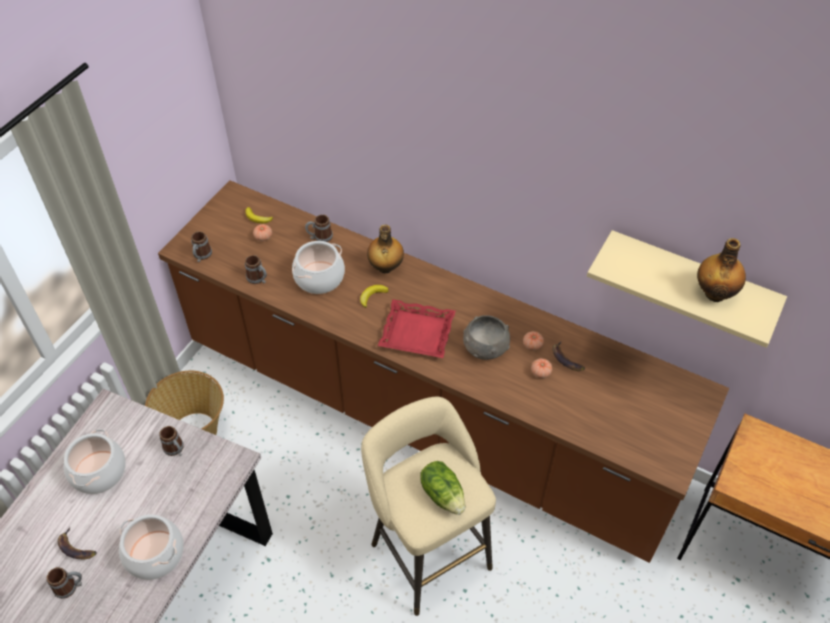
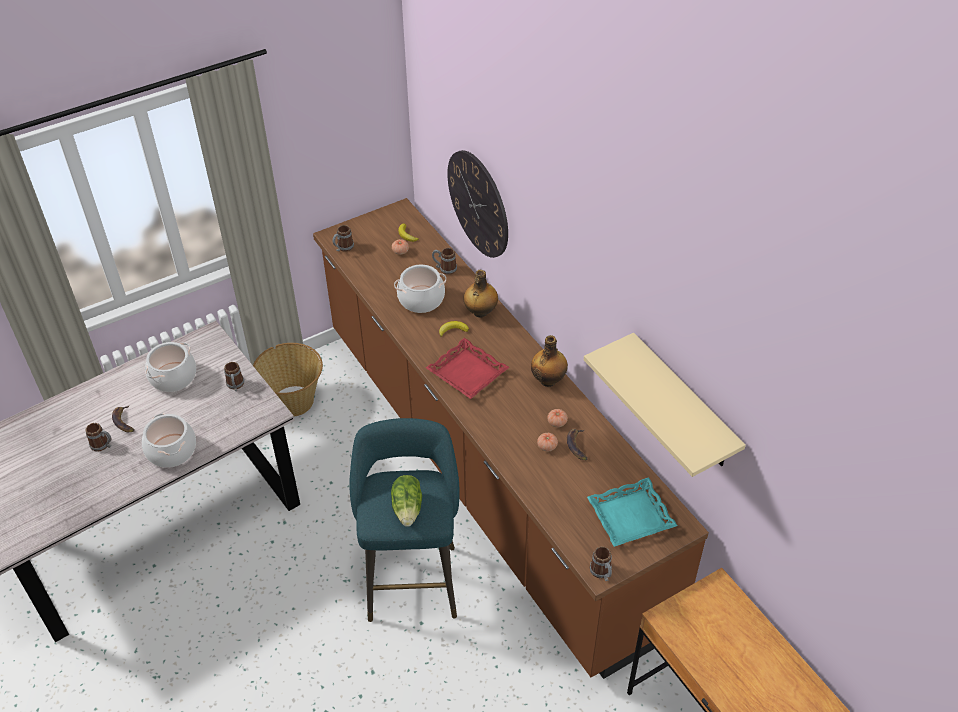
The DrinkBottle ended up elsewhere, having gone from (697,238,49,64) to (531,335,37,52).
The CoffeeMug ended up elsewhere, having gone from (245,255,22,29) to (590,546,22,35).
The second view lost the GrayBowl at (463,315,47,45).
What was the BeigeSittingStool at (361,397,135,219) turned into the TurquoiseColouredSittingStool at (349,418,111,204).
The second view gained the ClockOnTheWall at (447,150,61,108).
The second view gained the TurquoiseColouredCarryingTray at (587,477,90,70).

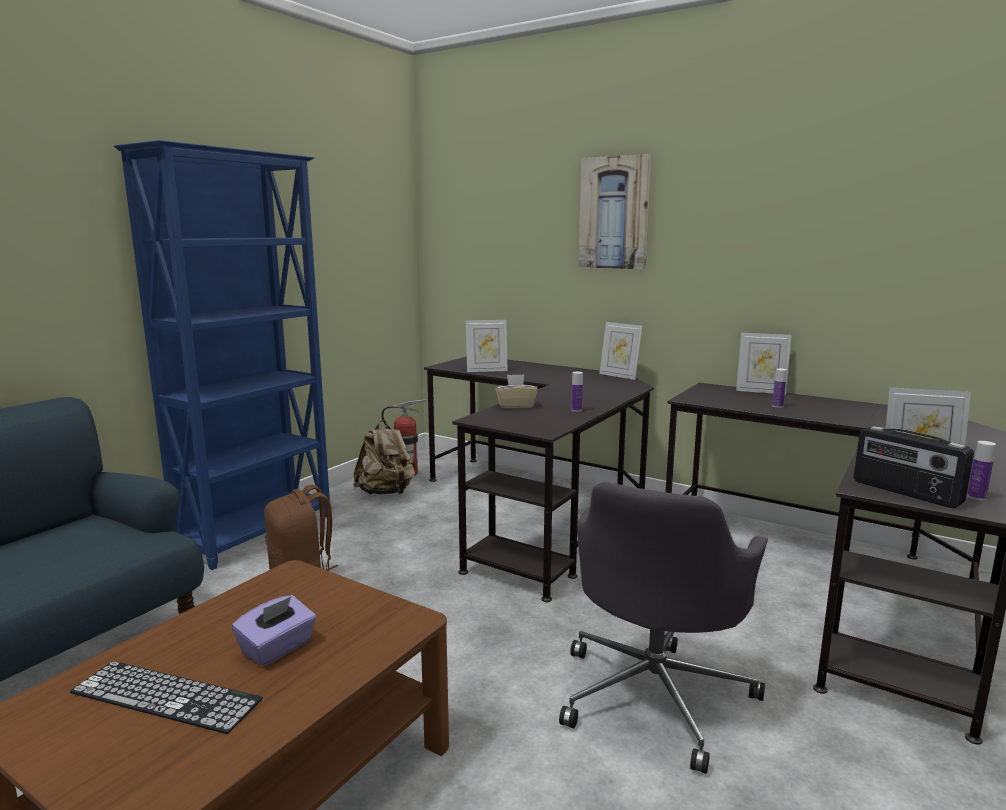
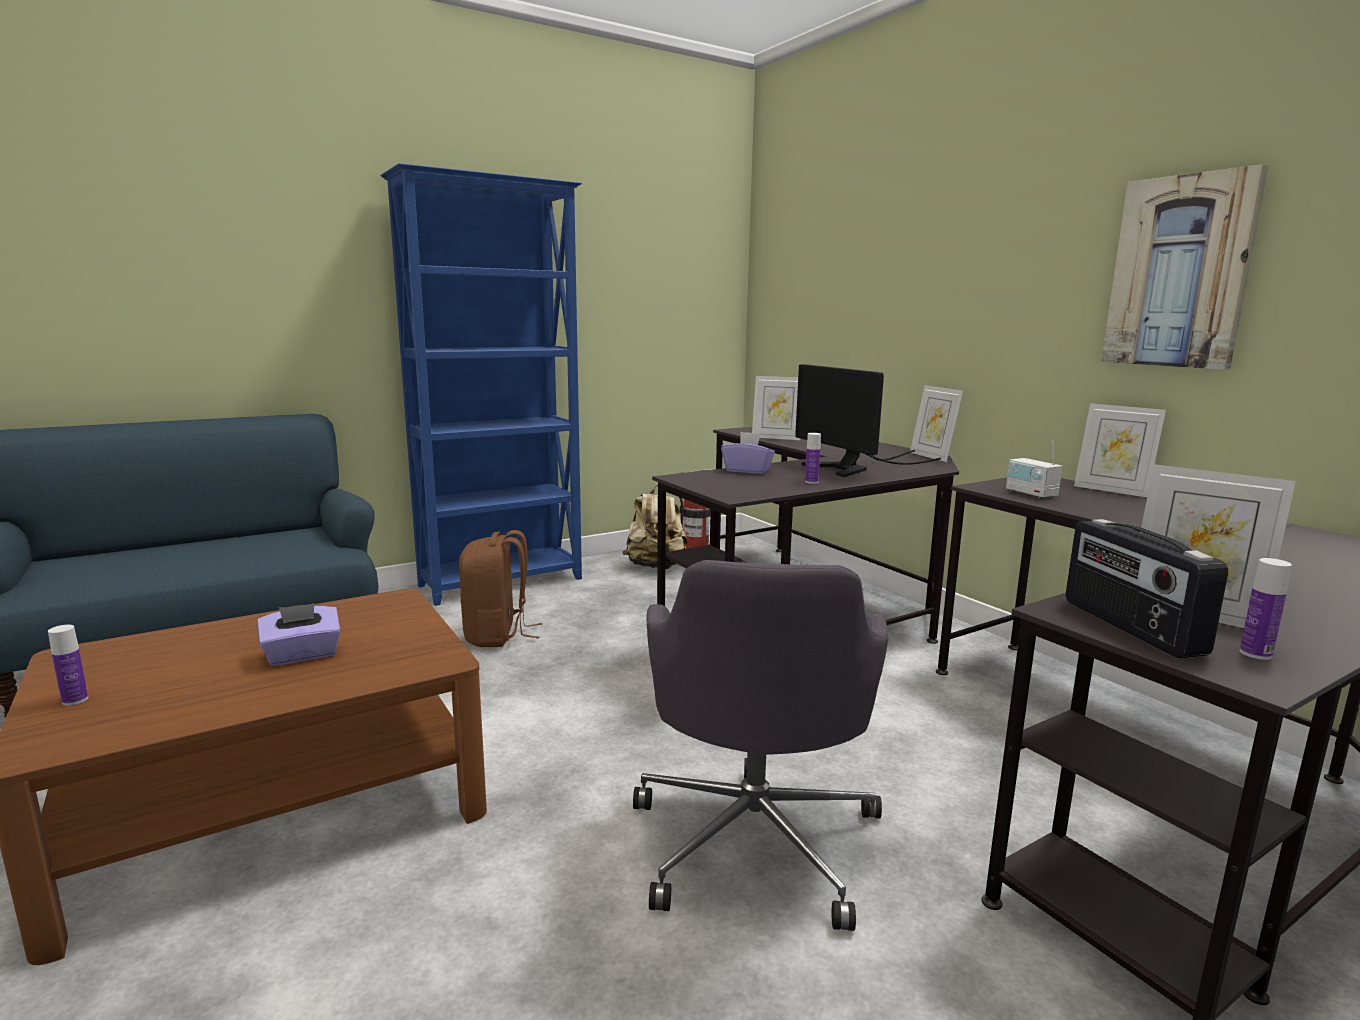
The Picture ended up elsewhere, having gone from (578,154,74,115) to (1101,164,167,206).
The DrinkBottle ended up elsewhere, having gone from (772,368,15,40) to (48,625,40,80).
What was the BeigeBoxOfTissues at (495,374,43,34) turned into the PurplishBoxOfTissues at (721,432,54,42).
The GrayDeskChair at (559,482,209,292) ended up facing another way, 45 degrees counterclockwise from before.
The second view lost the PcKeyboard at (70,661,193,73).
The second view gained the Monitor at (795,364,146,113).
The second view gained the Radio at (1006,439,57,60).

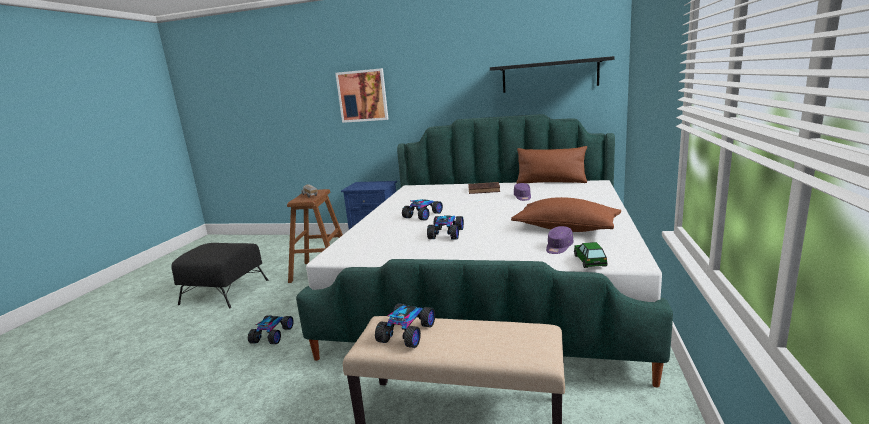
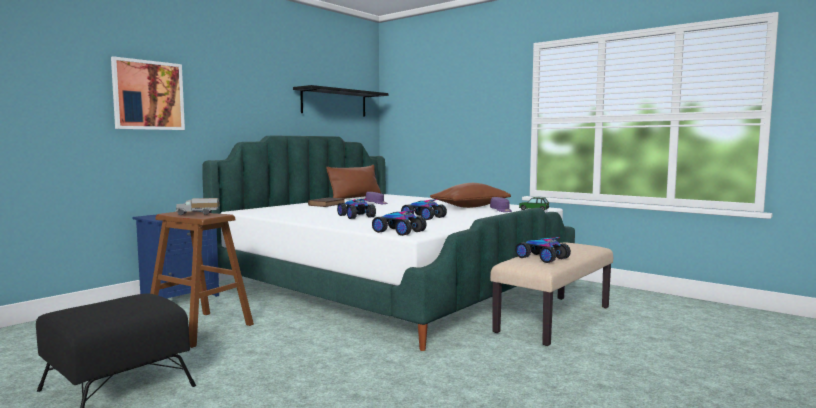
The MiniatureCar ended up elsewhere, having gone from (248,315,46,29) to (372,210,55,26).

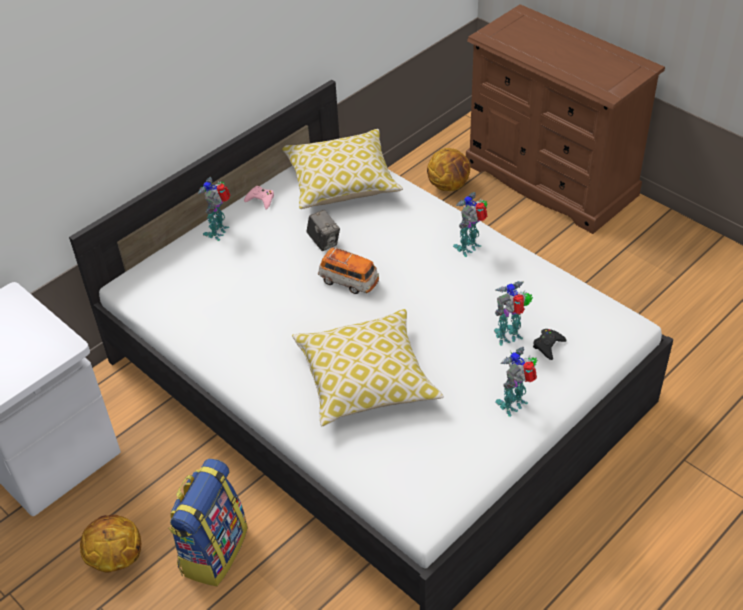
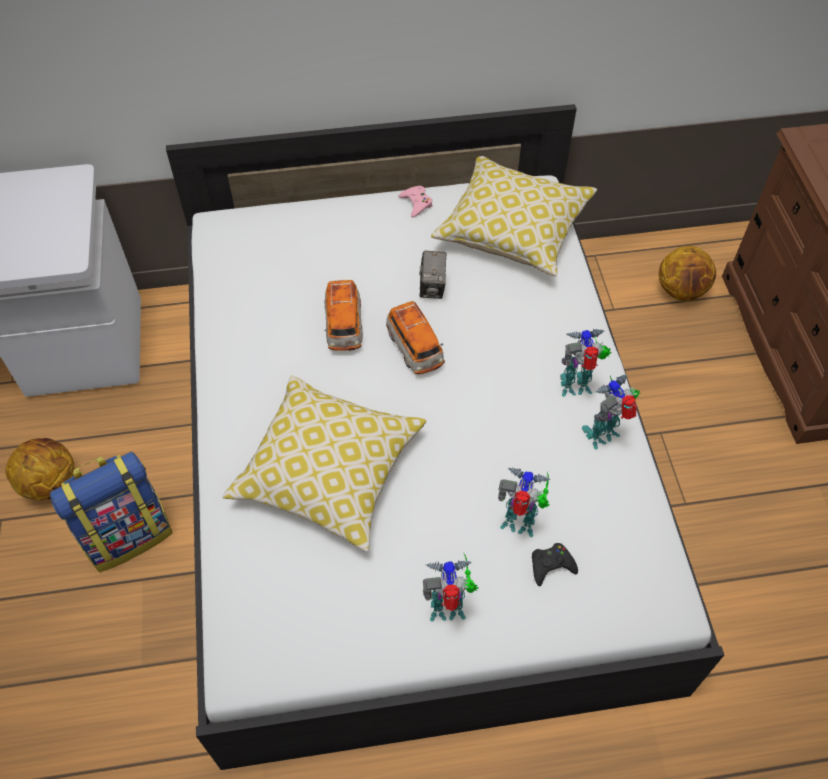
The ToyRobot ended up elsewhere, having gone from (198,177,33,64) to (582,374,58,76).
The second view gained the MiniatureCar at (324,280,39,71).

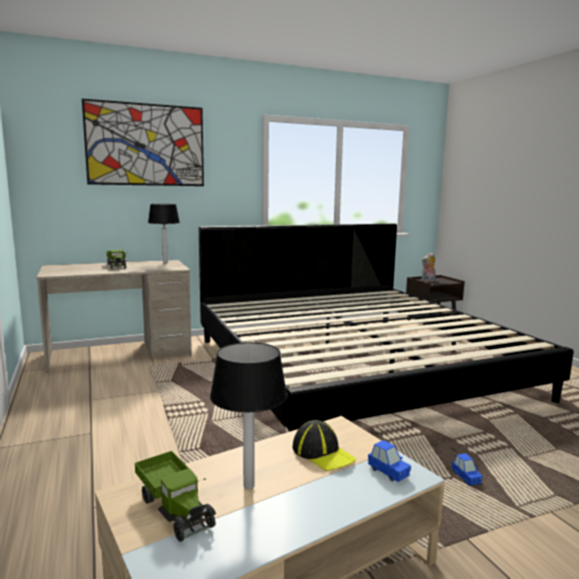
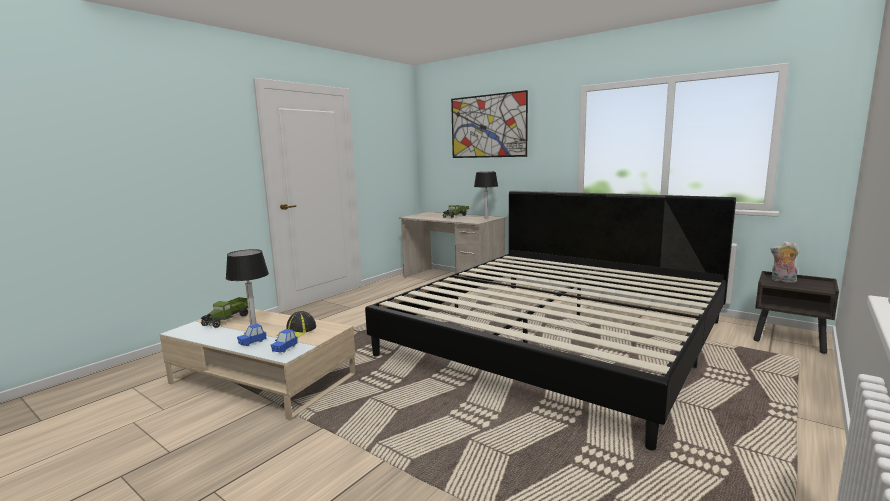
The BlueColouredMiniatureCar ended up elsewhere, having gone from (452,453,31,32) to (237,324,29,22).

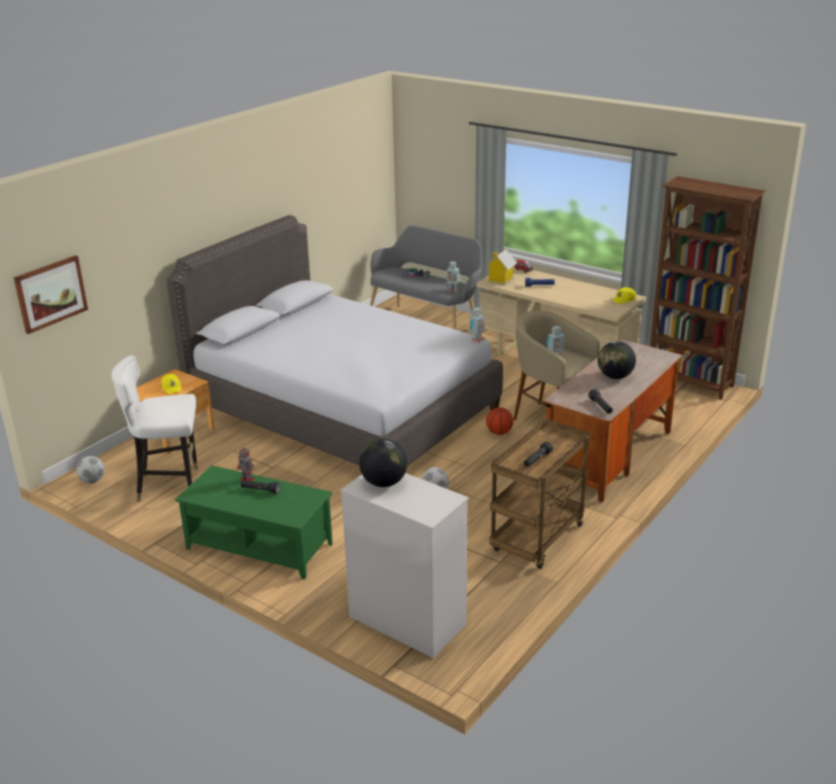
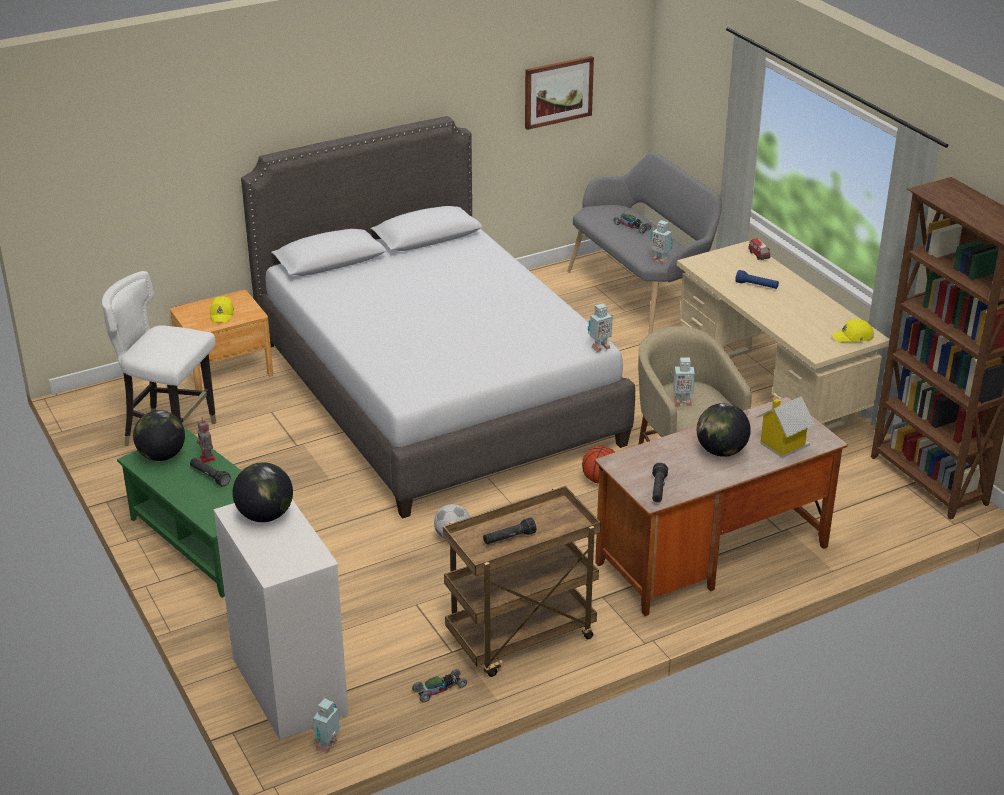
The ToyHouse ended up elsewhere, having gone from (485,249,32,36) to (757,396,58,62).
The Picture ended up elsewhere, having gone from (14,255,74,79) to (525,56,69,74).
The second view lost the BallForFootball at (76,456,29,27).
The second view gained the DeskGlobe at (133,410,52,51).
The second view gained the MiniatureCar at (412,669,55,34).
The second view gained the ToyRobot at (313,698,27,56).

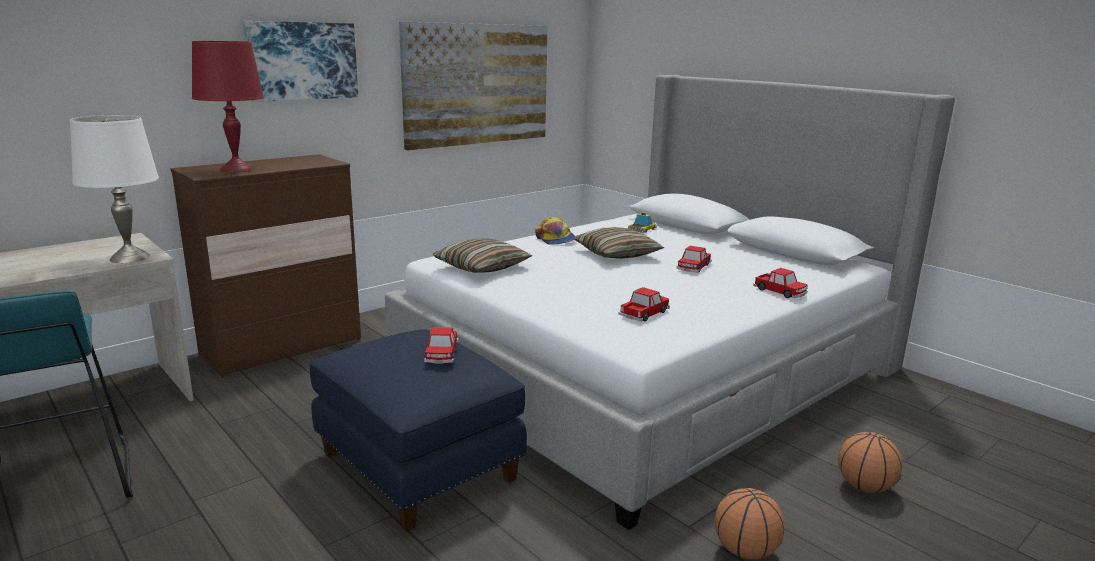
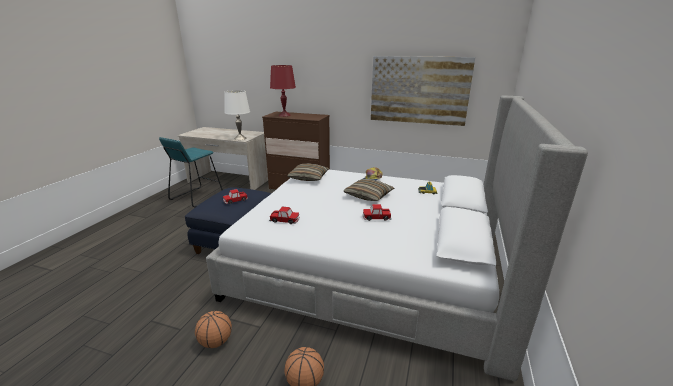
The second view lost the Picture at (243,21,115,81).
The second view lost the MiniatureCar at (753,268,55,30).

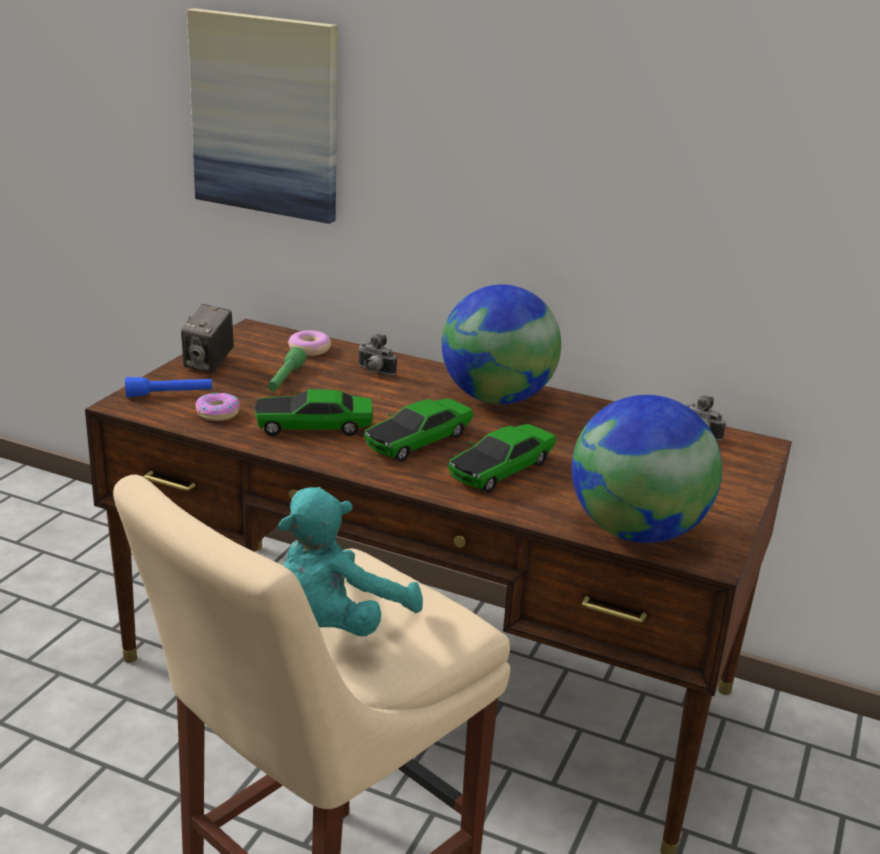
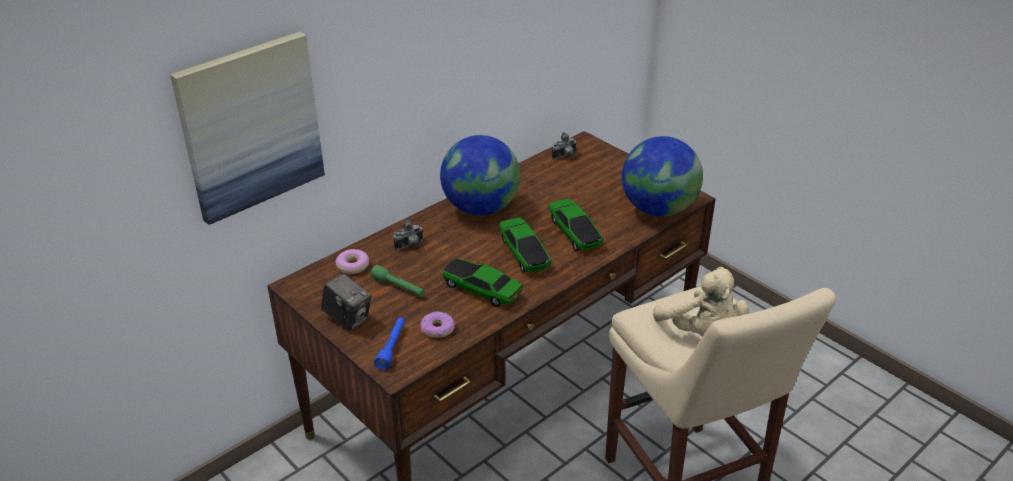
The MiniatureCar at (255,389,118,47) ended up facing another way, 105 degrees clockwise from before.
What was the TurquoiseColouredPlushToy at (278,487,145,149) turned into the BeigePlushToy at (653,267,96,70).

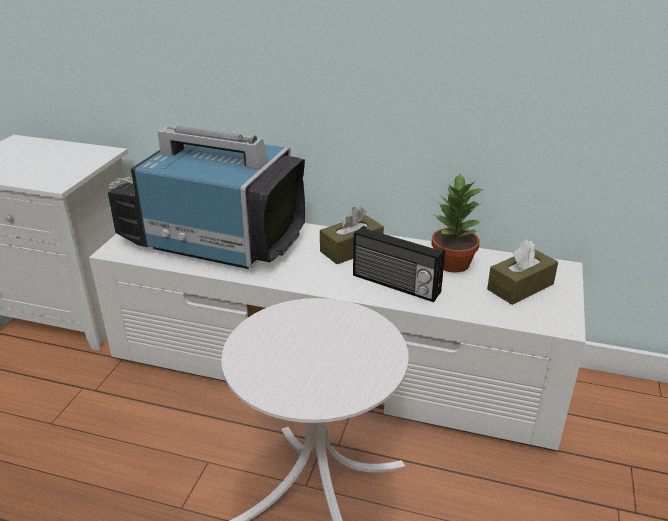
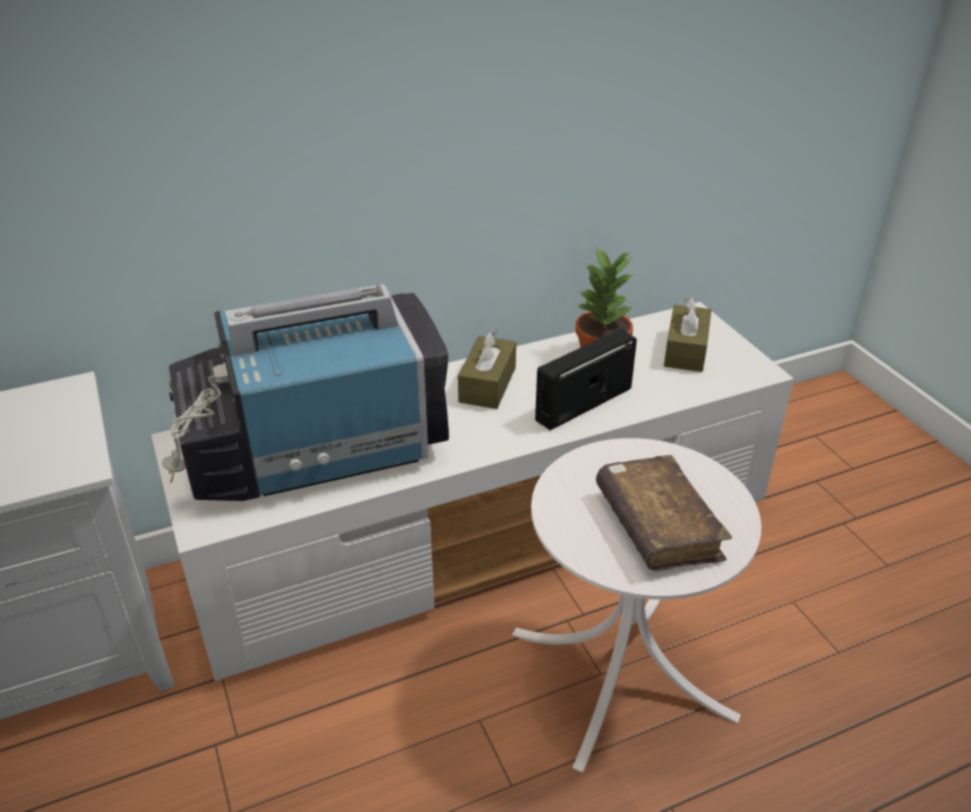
The Radio at (353,226,92,76) ended up facing another way, 150 degrees clockwise from before.
The second view gained the BrownBoundBook at (596,455,136,116).

